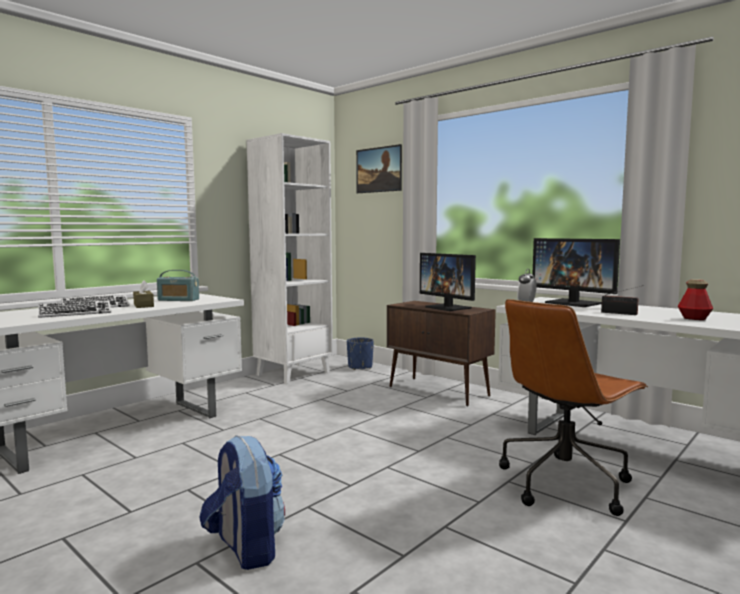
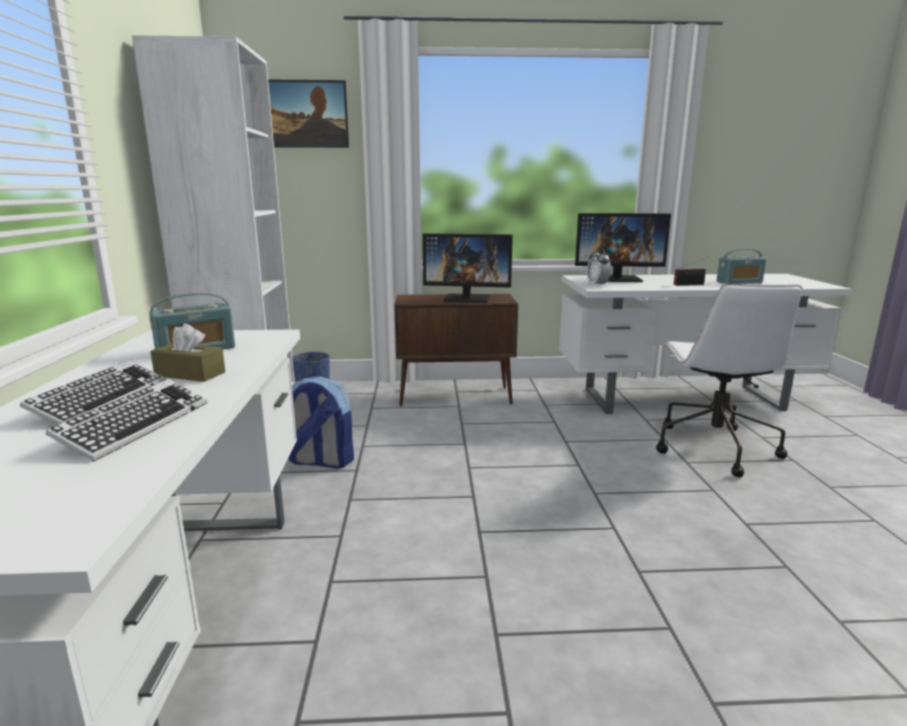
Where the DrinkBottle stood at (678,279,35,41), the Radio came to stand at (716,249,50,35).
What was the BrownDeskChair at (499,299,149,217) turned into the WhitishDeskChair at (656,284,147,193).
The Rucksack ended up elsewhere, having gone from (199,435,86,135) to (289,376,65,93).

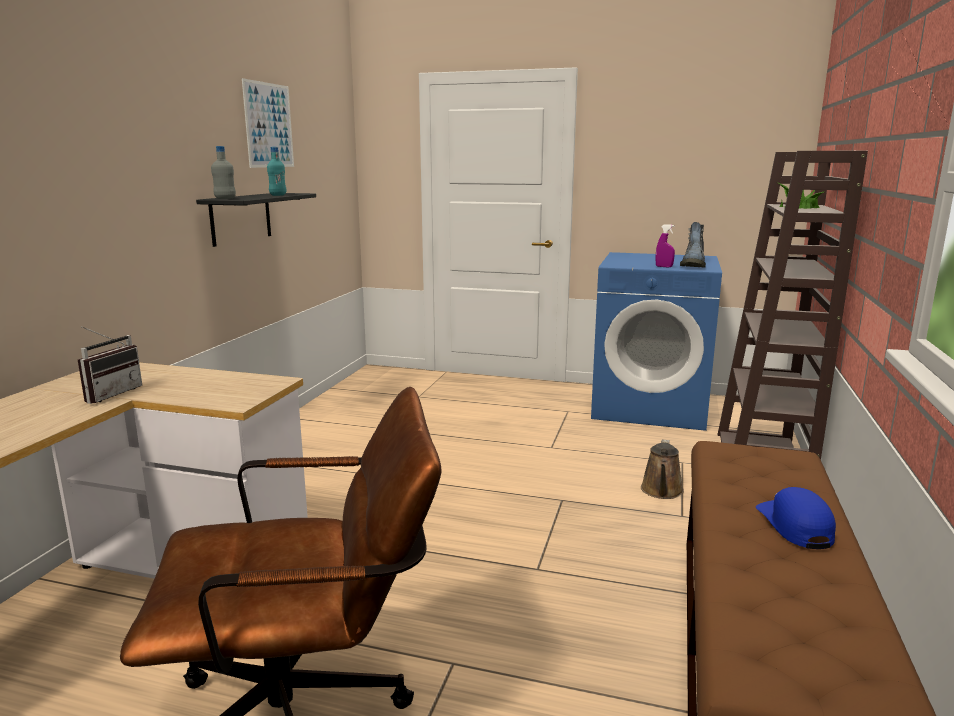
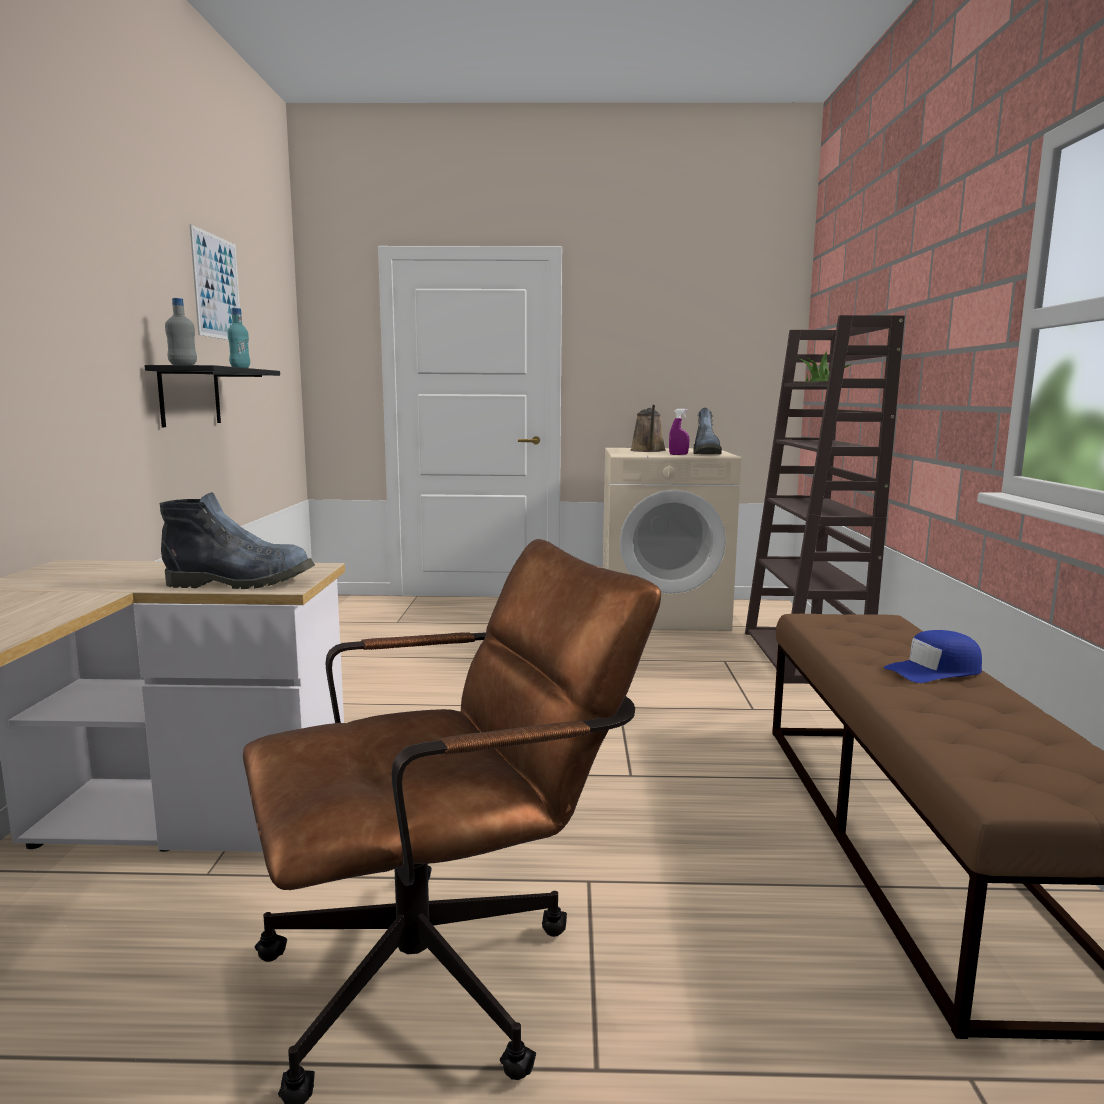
What was the BlueColouredWashingMachine at (591,252,131,179) turned into the BeigeWashingMachine at (603,448,138,183).
The second view lost the Radio at (78,326,64,78).
The BrownWateringPot ended up elsewhere, having gone from (641,440,43,59) to (630,405,35,47).
The BlueColouredPeakedCap at (756,487,80,62) ended up facing another way, 90 degrees counterclockwise from before.
The second view gained the Boot at (160,492,155,97).

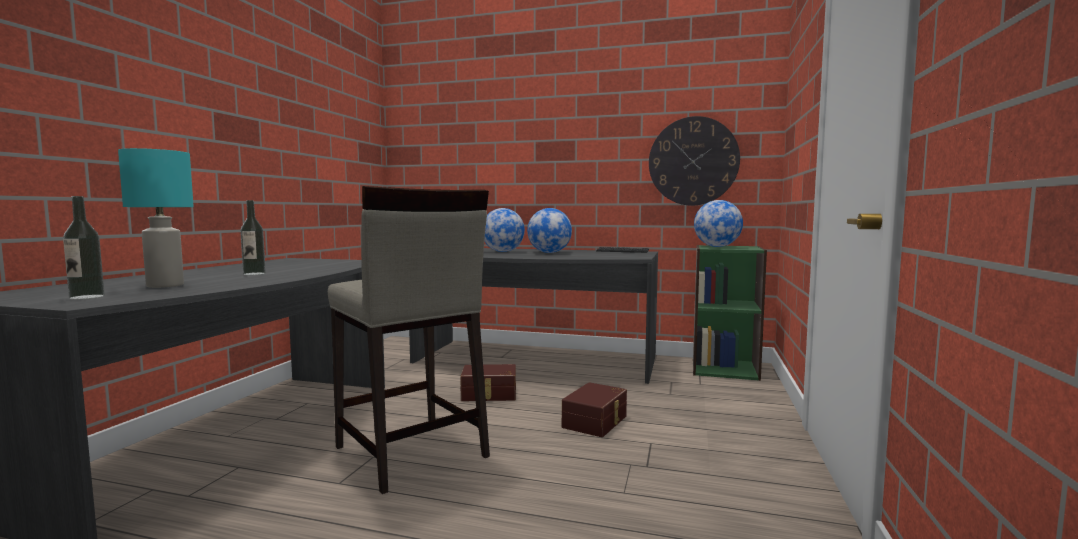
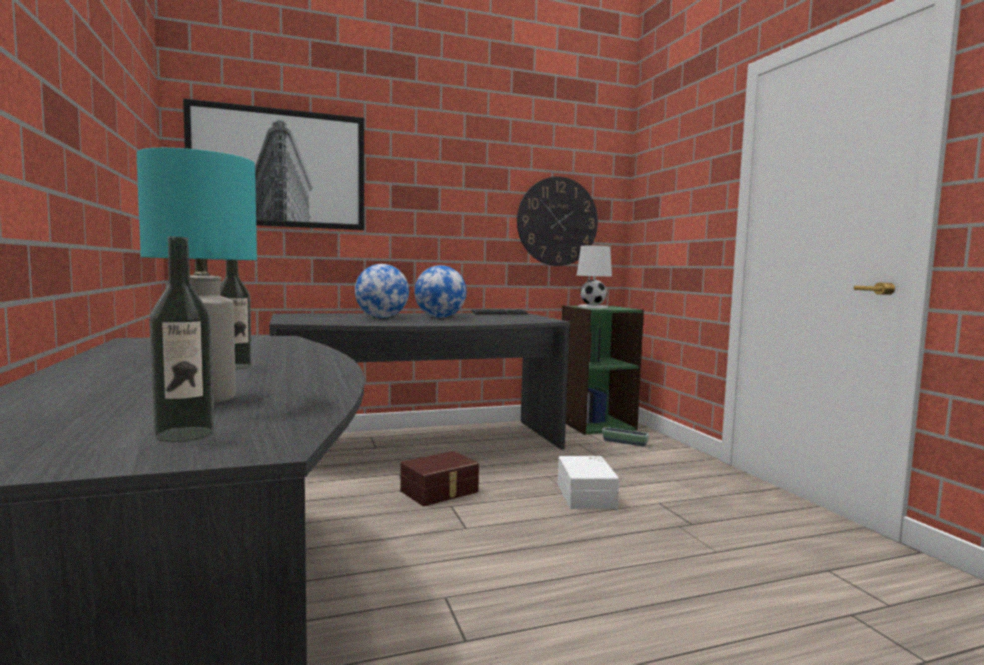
The second view lost the BeigeSittingStool at (328,186,162,308).
Where the DeskGlobe stood at (694,200,49,47), the WhitishLampForATable came to stand at (576,246,36,62).
What was the BrownStorageBox at (562,382,65,55) turned into the WhitishStorageBox at (558,456,61,53).
The second view gained the Picture at (183,98,181,132).
The second view gained the FlowerPot at (602,427,47,20).

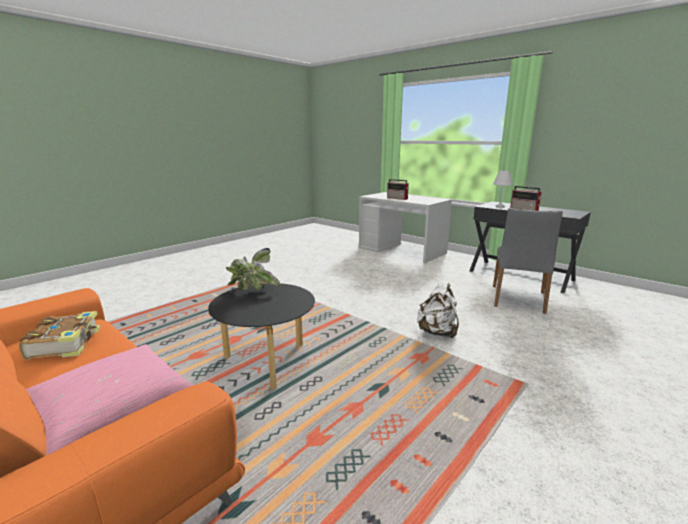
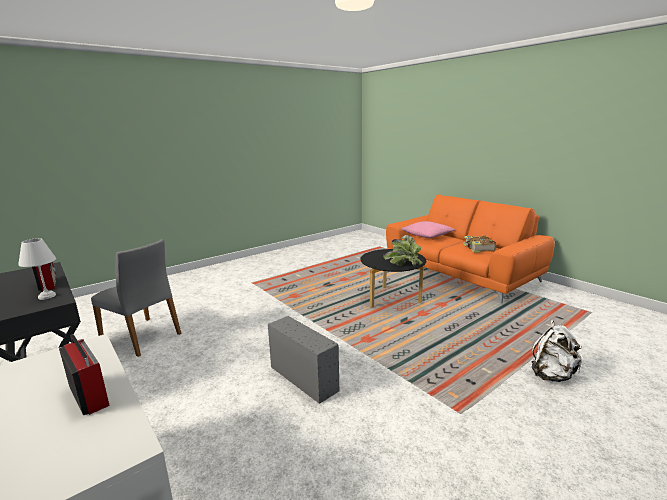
The GrayUprightChair at (493,208,70,106) ended up facing another way, 90 degrees clockwise from before.
The WhitishRucksack ended up elsewhere, having gone from (417,283,42,55) to (531,320,51,62).
The second view gained the GrayStorageBox at (268,316,71,88).

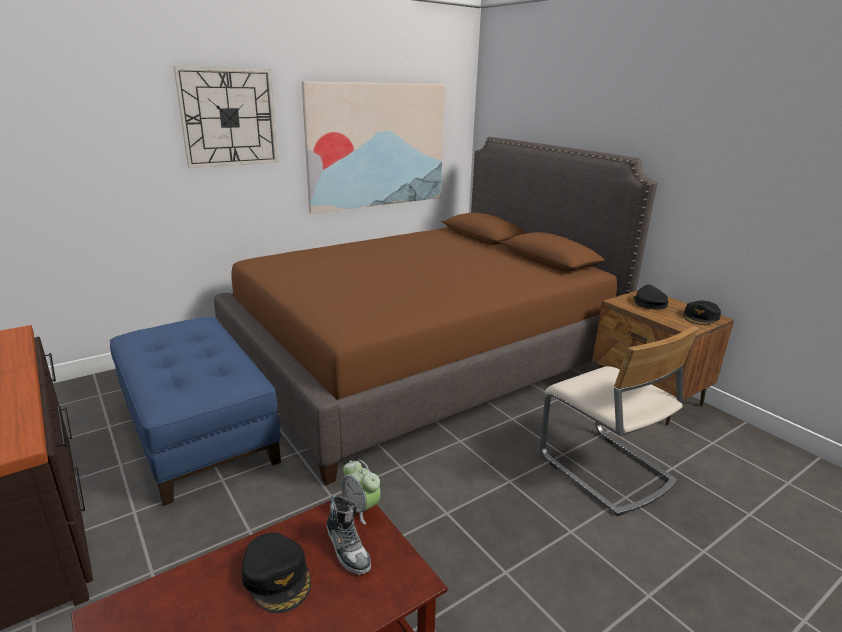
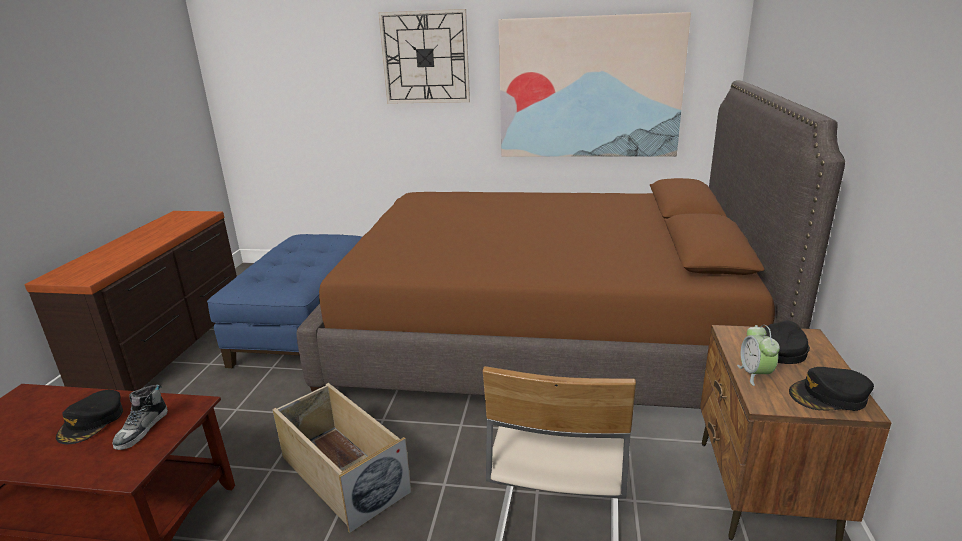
The AlarmClock ended up elsewhere, having gone from (341,460,40,65) to (737,325,43,61).
The second view gained the BeigeStorageBox at (272,383,139,150).

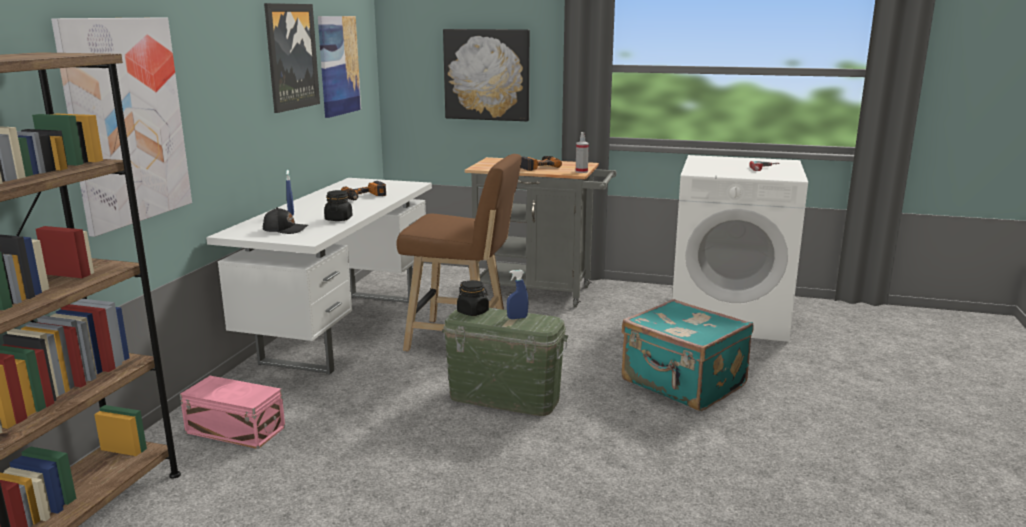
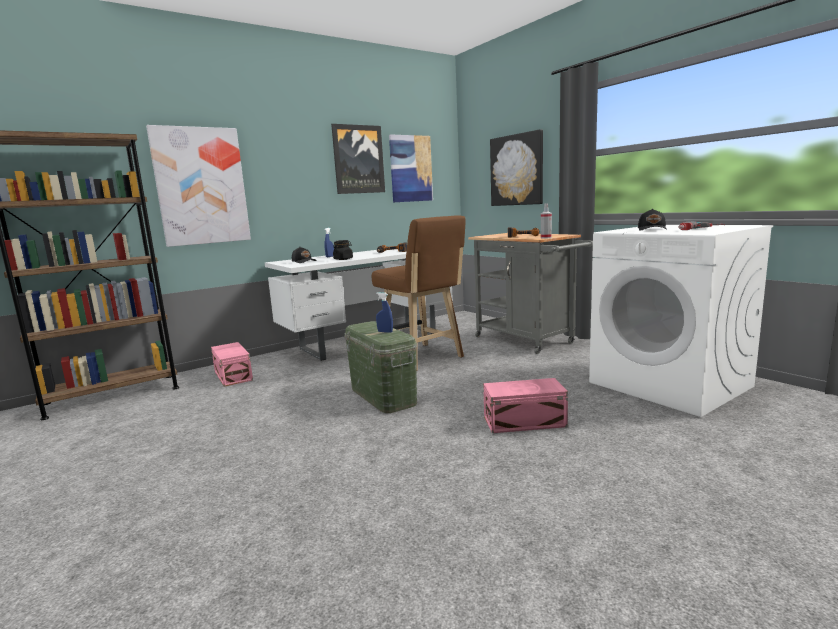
The second view lost the BlackColouredPreserveJar at (457,280,32,36).
Where the TurquoiseColouredTravelCase stood at (622,299,132,112), the PinkStorageBox came to stand at (483,378,85,55).
The second view gained the BlackColouredPeakedCap at (638,209,29,22).

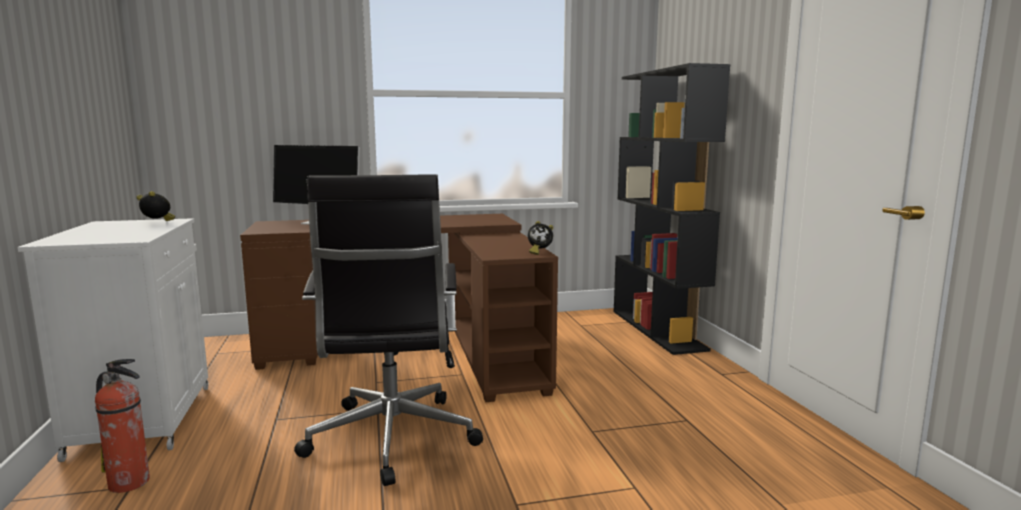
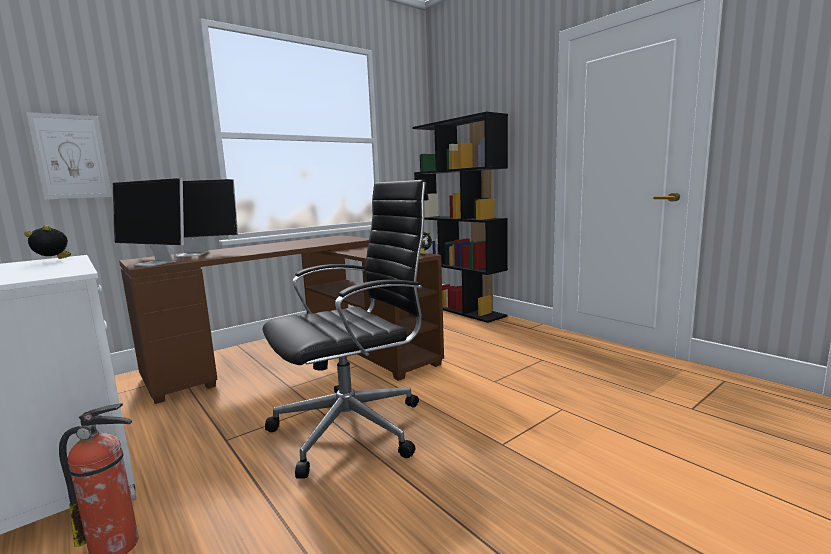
The BlackColouredDeskChair at (294,174,189,312) ended up facing another way, 90 degrees counterclockwise from before.
The second view gained the Picture at (26,112,86,88).
The second view gained the Monitor at (113,178,71,89).

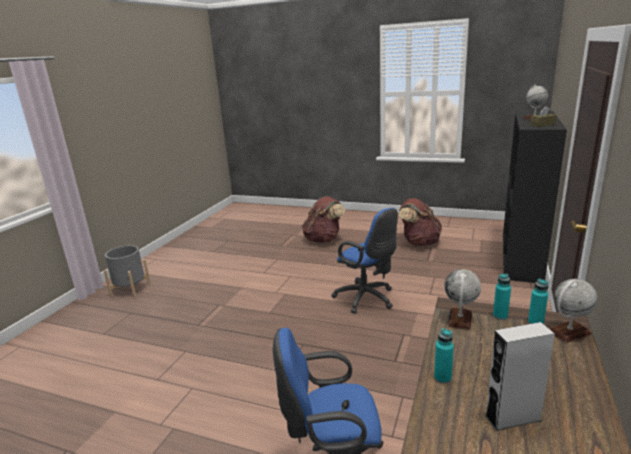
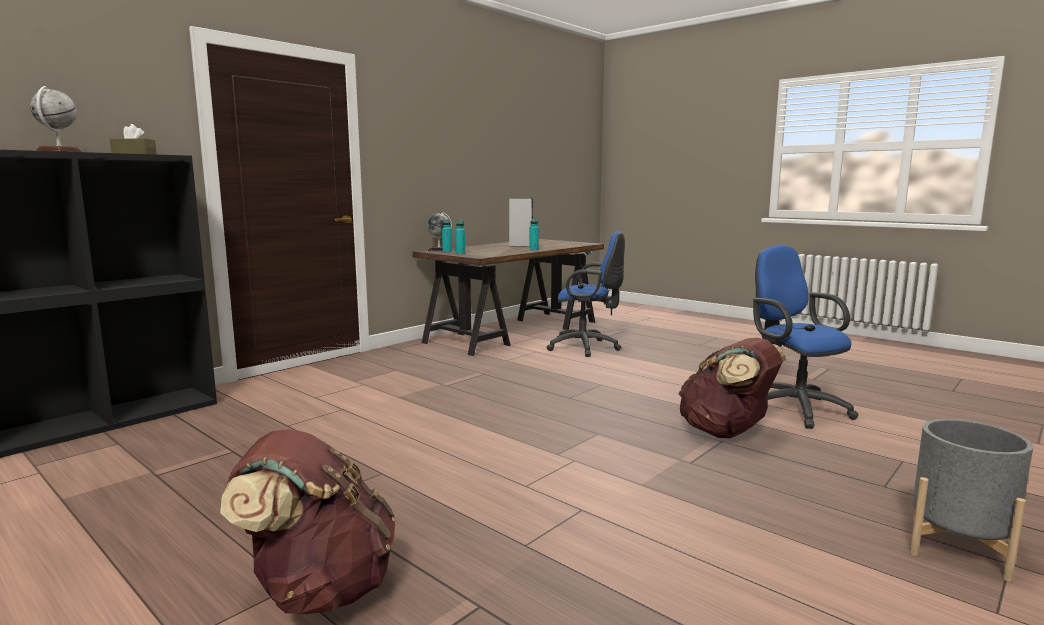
The BrownRucksack ended up elsewhere, having gone from (399,198,43,48) to (678,338,108,100).
The BlueColouredDeskChair ended up elsewhere, having gone from (331,208,67,106) to (753,245,105,184).
The second view lost the DeskGlobe at (444,269,37,61).

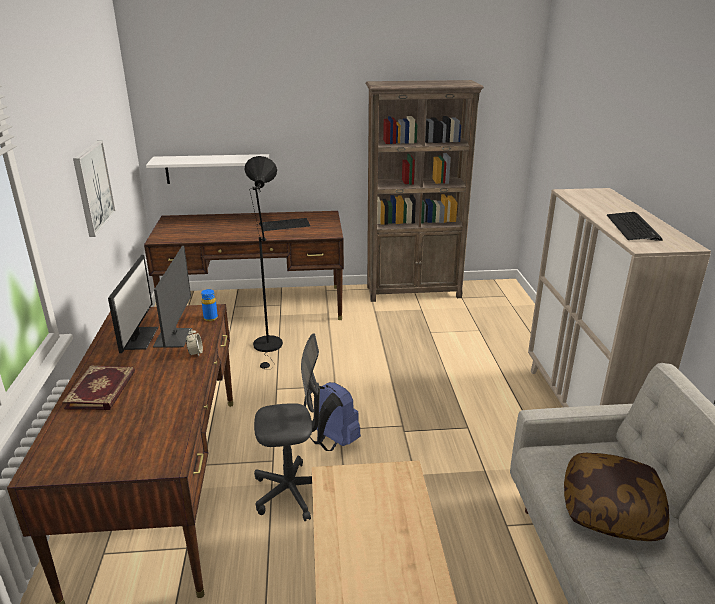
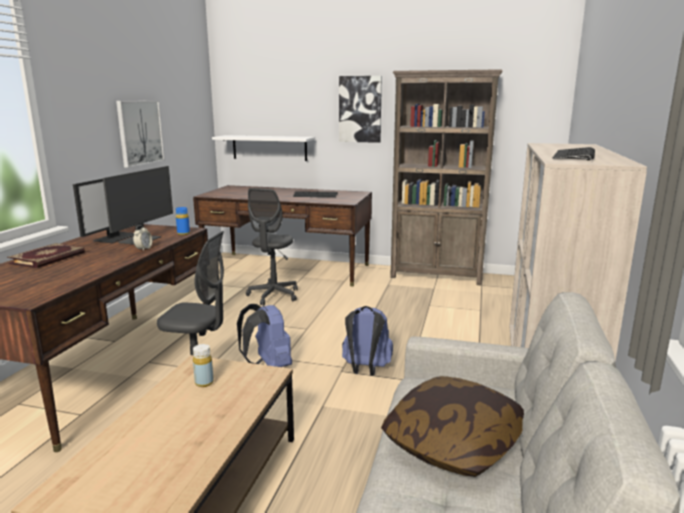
Where the BlackColouredStandardLamp stood at (245,156,38,214), the GrayDeskChair came to stand at (246,188,52,117).
The second view gained the Picture at (339,76,43,67).
The second view gained the BlueColouredRucksack at (342,306,51,70).
The second view gained the YellowColouredDrinkBottle at (193,344,21,43).

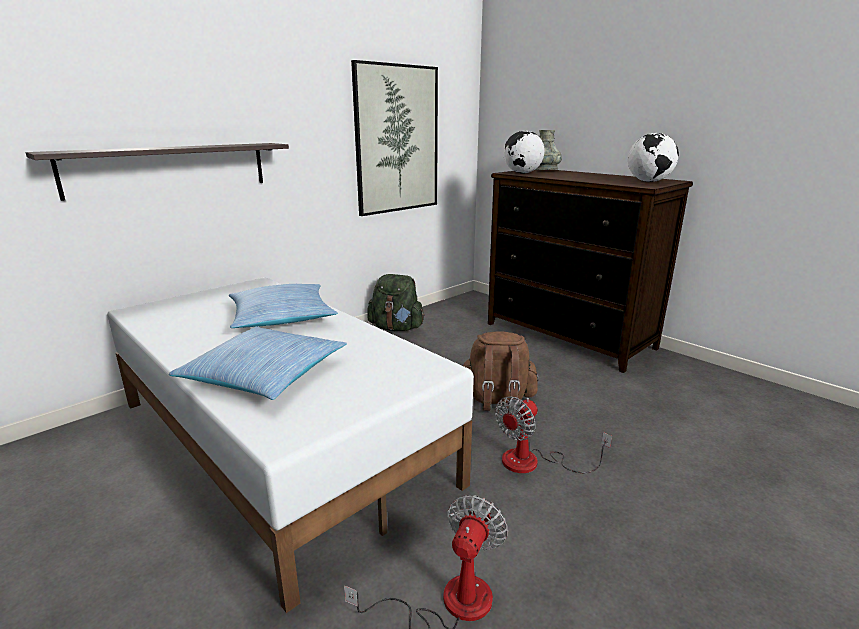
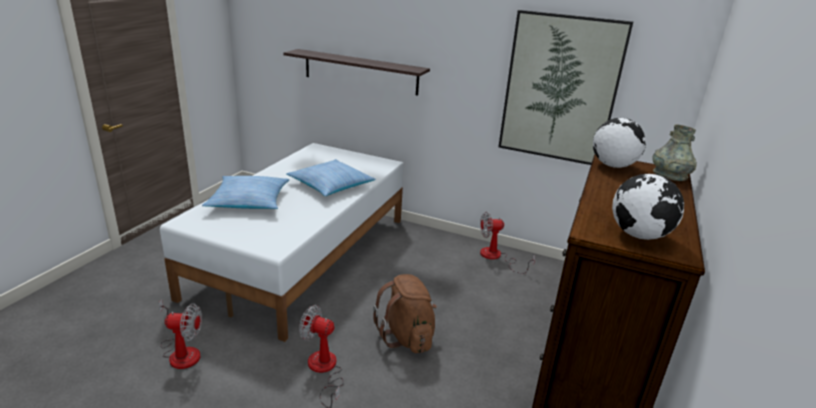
Where the GreenRucksack stood at (367,274,58,57), the ElectricFan came to stand at (480,212,55,62).

